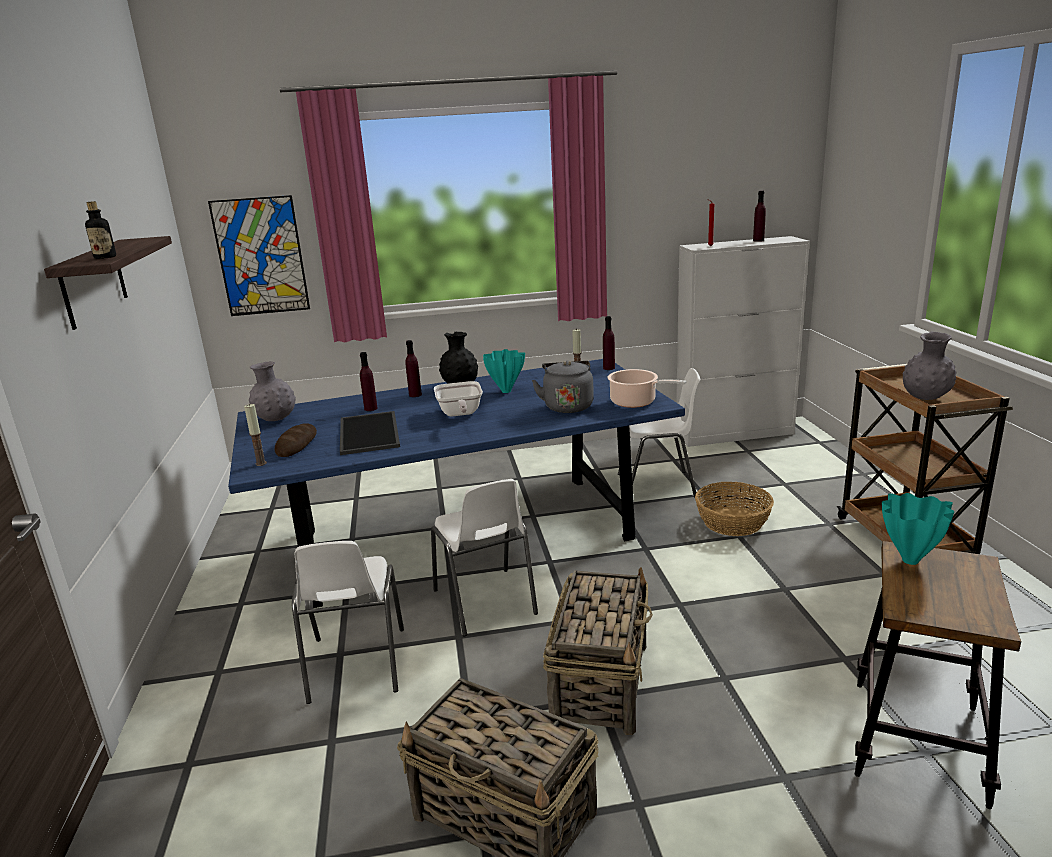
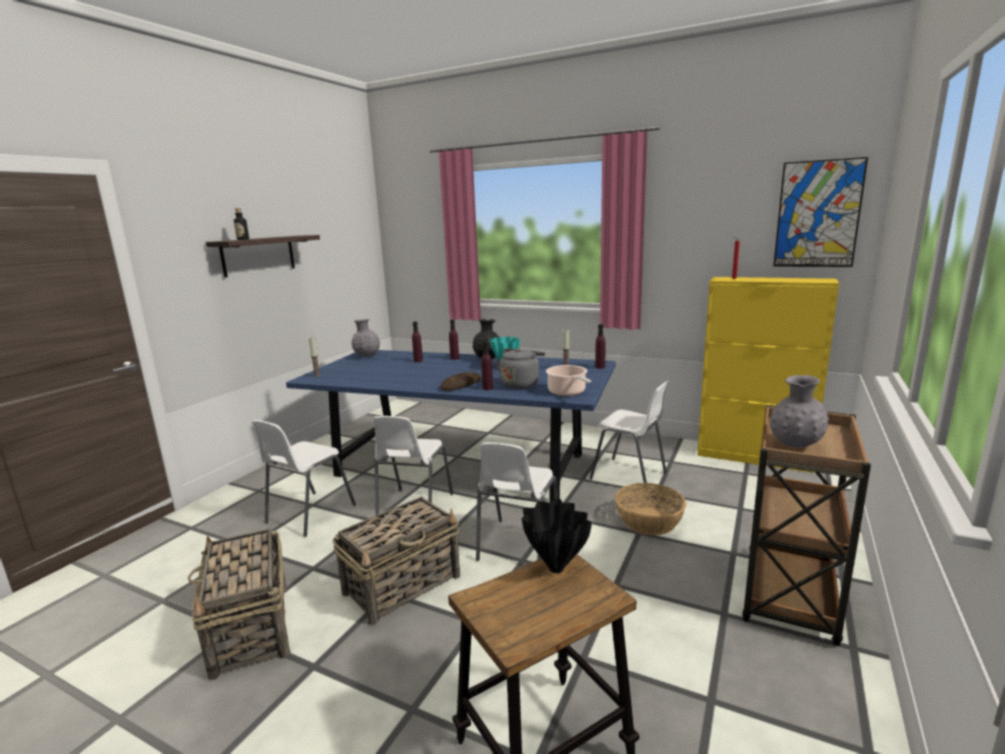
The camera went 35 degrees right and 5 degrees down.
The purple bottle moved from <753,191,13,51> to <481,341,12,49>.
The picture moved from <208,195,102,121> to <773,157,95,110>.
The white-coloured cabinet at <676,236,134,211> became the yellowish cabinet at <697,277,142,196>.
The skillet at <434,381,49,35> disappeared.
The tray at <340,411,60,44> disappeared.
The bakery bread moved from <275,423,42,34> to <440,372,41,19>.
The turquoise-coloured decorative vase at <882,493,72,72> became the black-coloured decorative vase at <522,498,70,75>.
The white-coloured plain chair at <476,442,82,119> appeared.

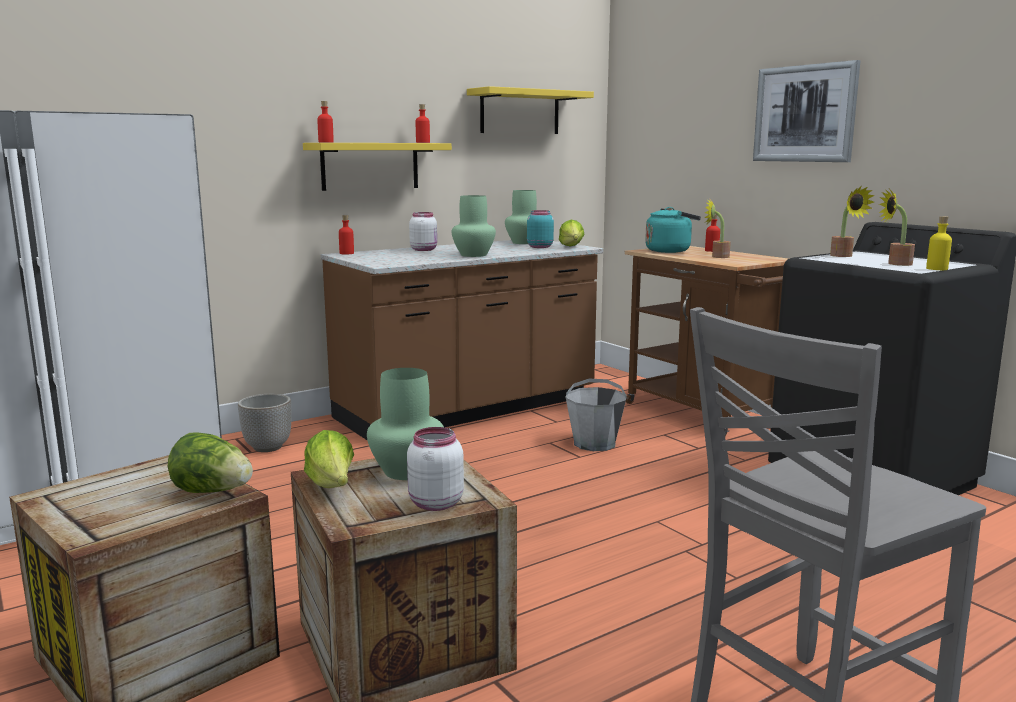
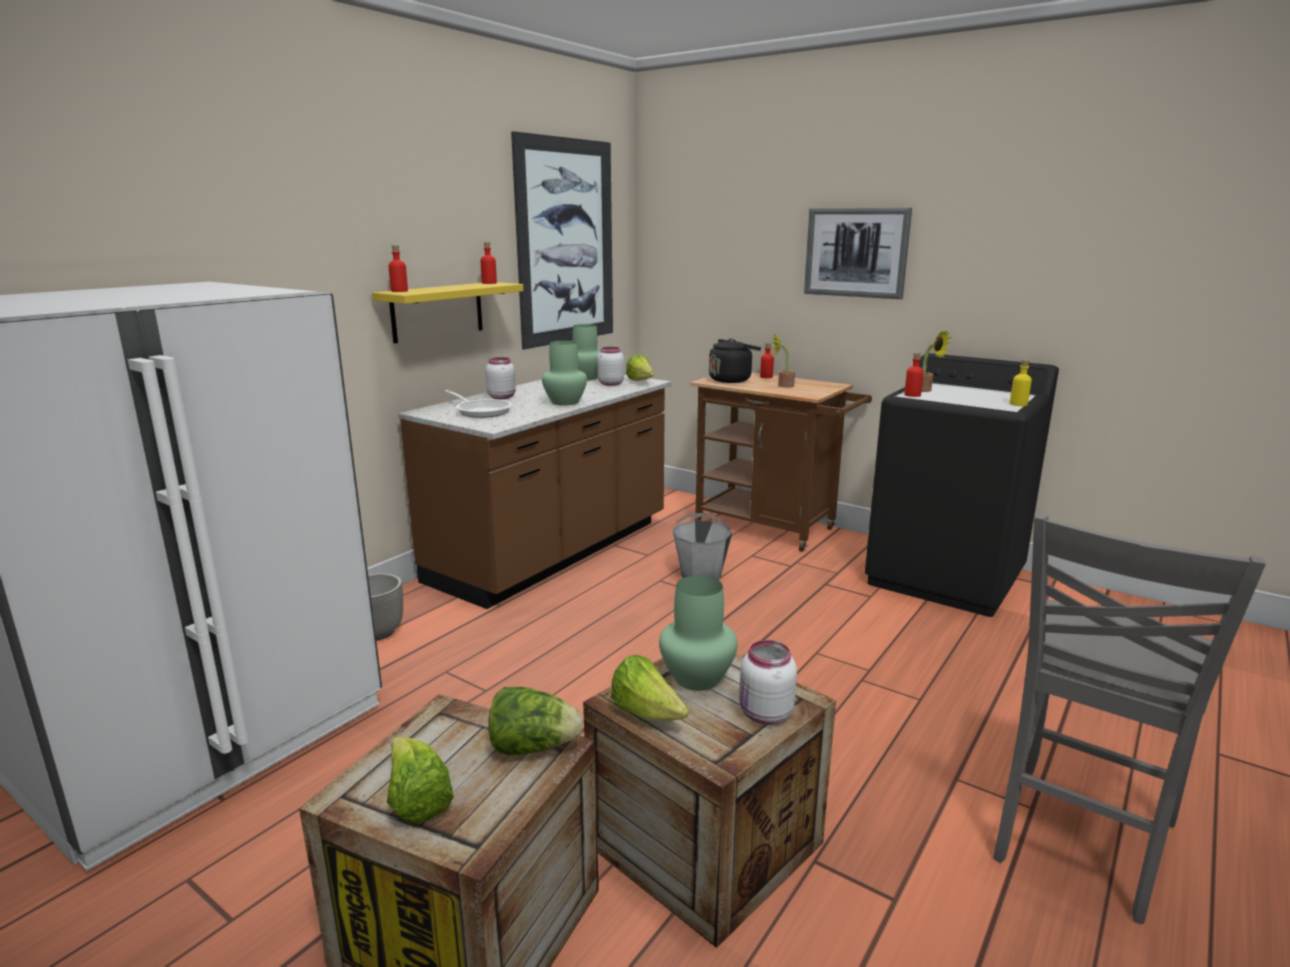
The camera went 20 degrees left and 5 degrees up.
The yellowish wall shelf at <467,86,127,48> was replaced by the picture at <511,131,102,219>.
The plant in a pot at <879,189,36,77> disappeared.
The turquoise-coloured water kettle at <645,207,56,46> became the black-coloured water kettle at <709,339,52,44>.
The turquoise-coloured jar at <527,210,27,38> became the white-coloured jar at <597,347,27,39>.
The reddish bottle moved from <339,215,15,39> to <904,352,20,45>.
The skillet at <444,390,68,28> appeared.
The head of lettuce at <387,737,67,87> appeared.

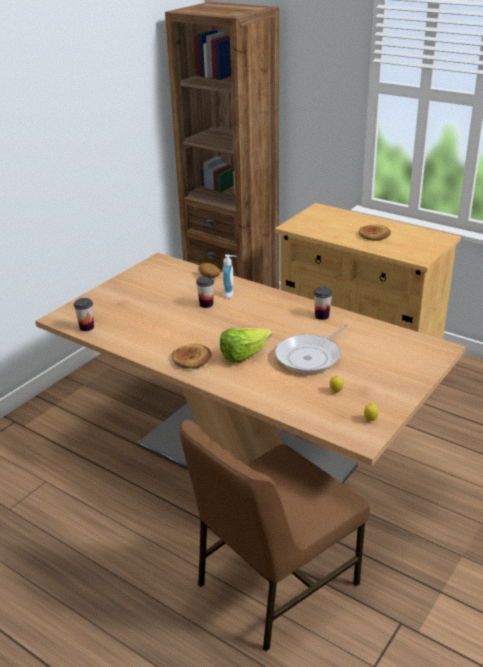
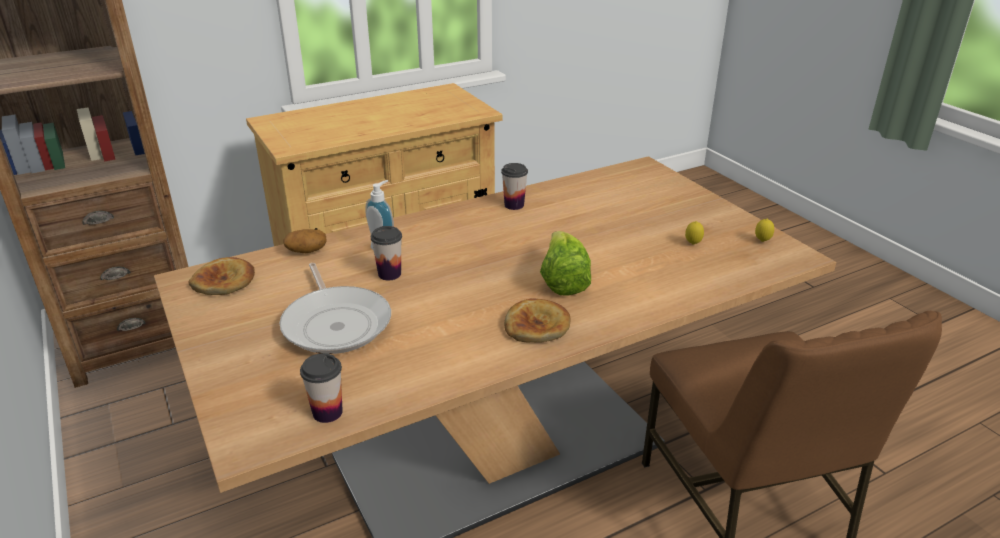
The camera went 65 degrees left and 0 degrees up.
The bakery bread moved from <359,224,32,17> to <189,257,66,38>.
The skillet moved from <275,324,73,49> to <280,263,111,91>.

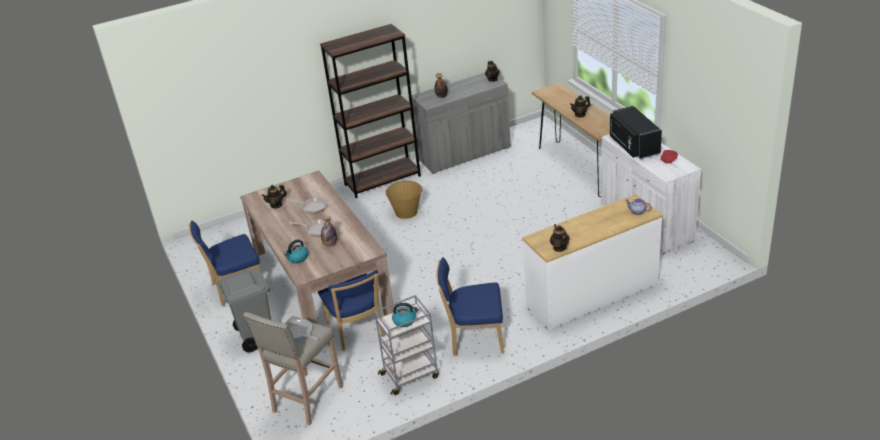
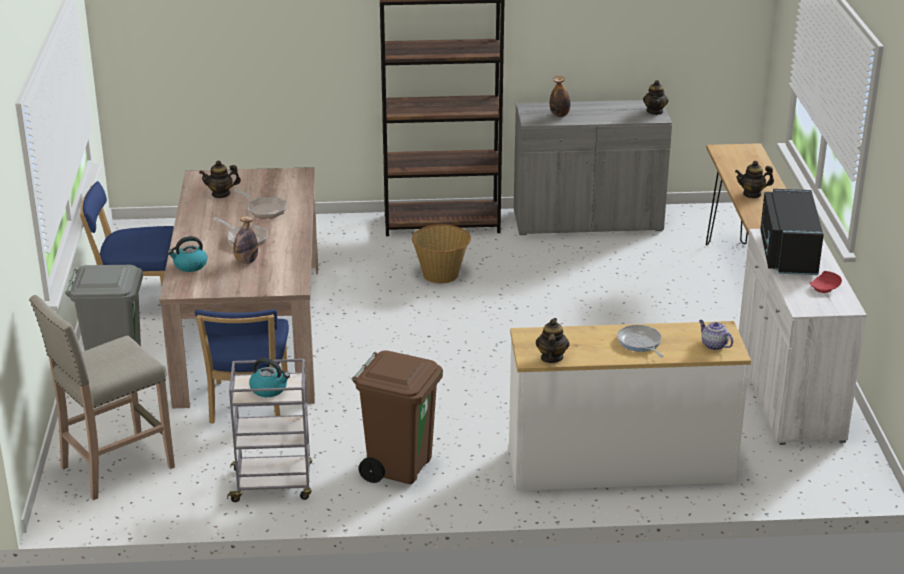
The camera went 20 degrees right and 5 degrees down.
The bluish plain chair at <436,257,68,99> was replaced by the brownish trash can at <352,350,91,134>.
The skillet moved from <287,319,30,21> to <617,325,47,32>.

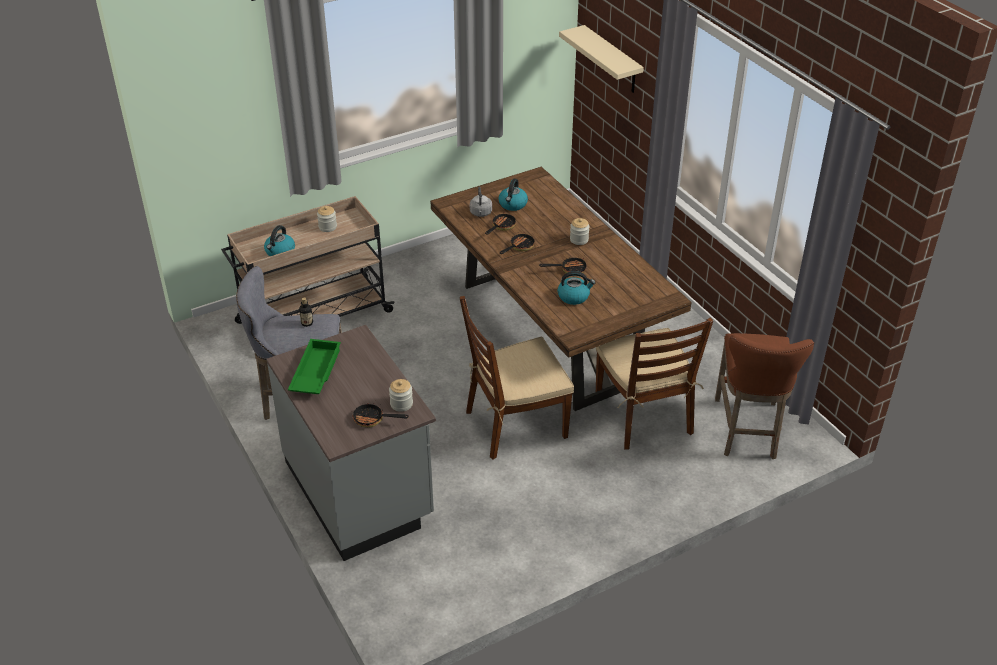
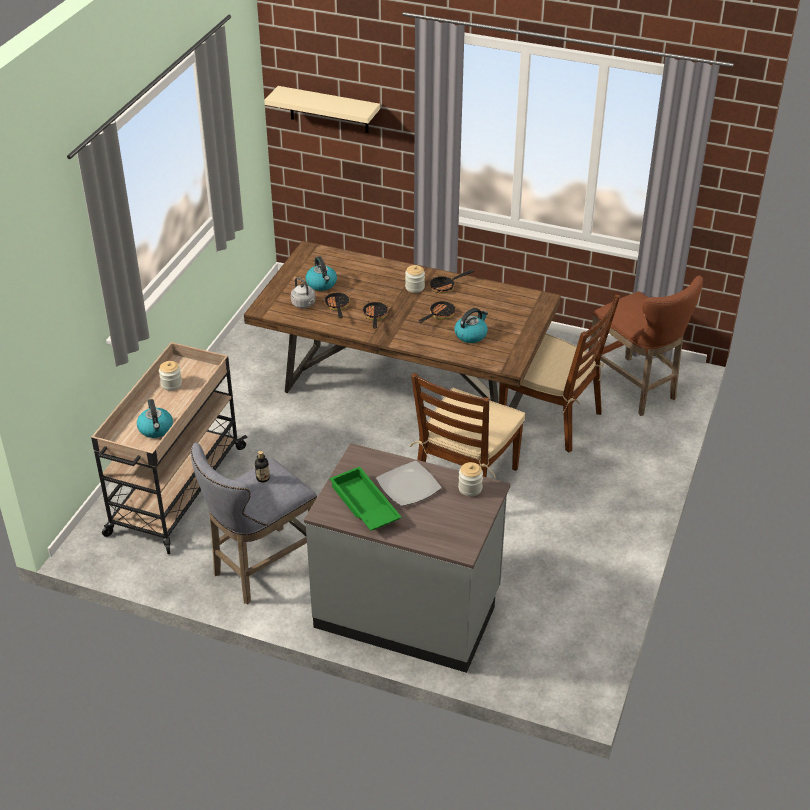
The camera went 40 degrees left and 0 degrees up.
The skillet moved from <352,403,57,24> to <430,270,44,24>.
The flat dish at <376,461,66,45> appeared.

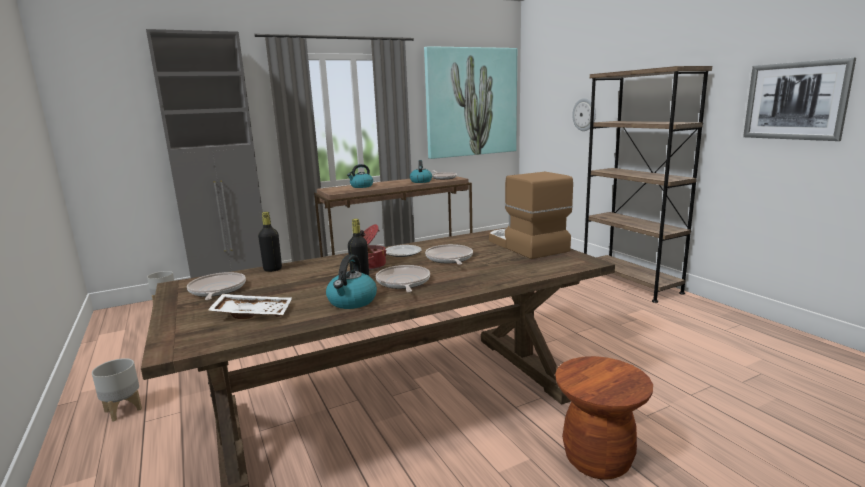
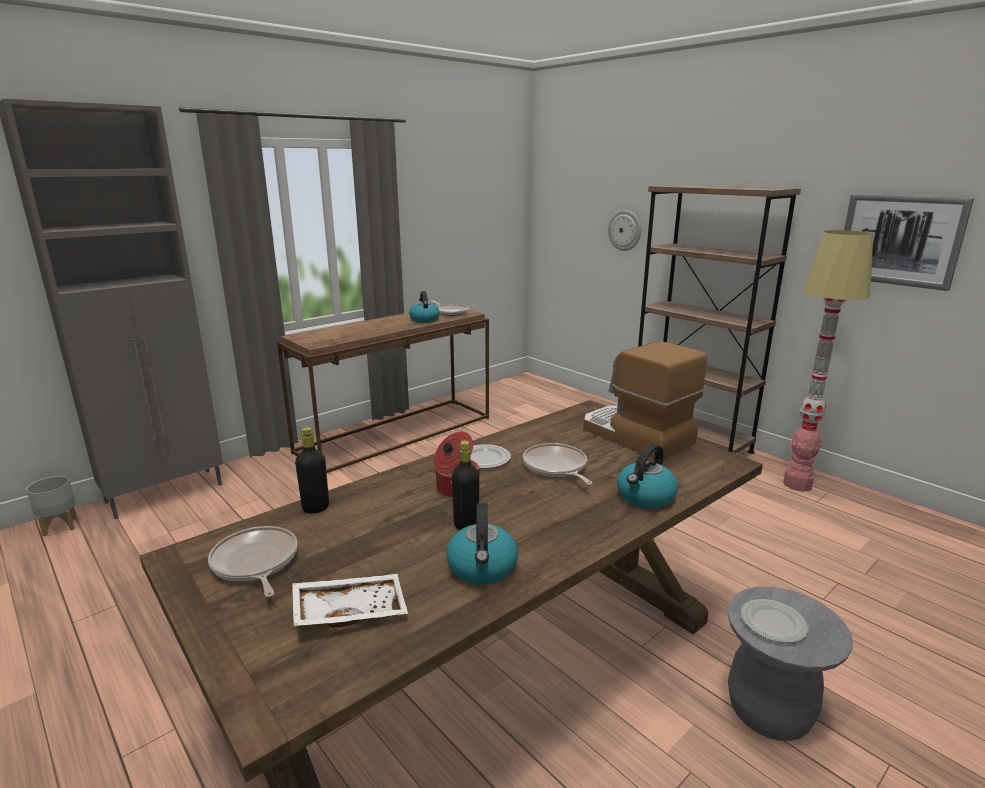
The camera went 15 degrees left and 5 degrees up.
The picture at <424,46,93,113> disappeared.
The water kettle moved from <347,164,26,24> to <617,443,61,66>.
The skillet at <376,265,54,27> disappeared.
The brownish stool seat at <555,356,98,124> became the grey stool seat at <727,587,126,154>.
The grey planter at <92,358,50,63> disappeared.
The standard lamp at <783,230,90,262> appeared.
The flat dish at <741,599,68,44> appeared.

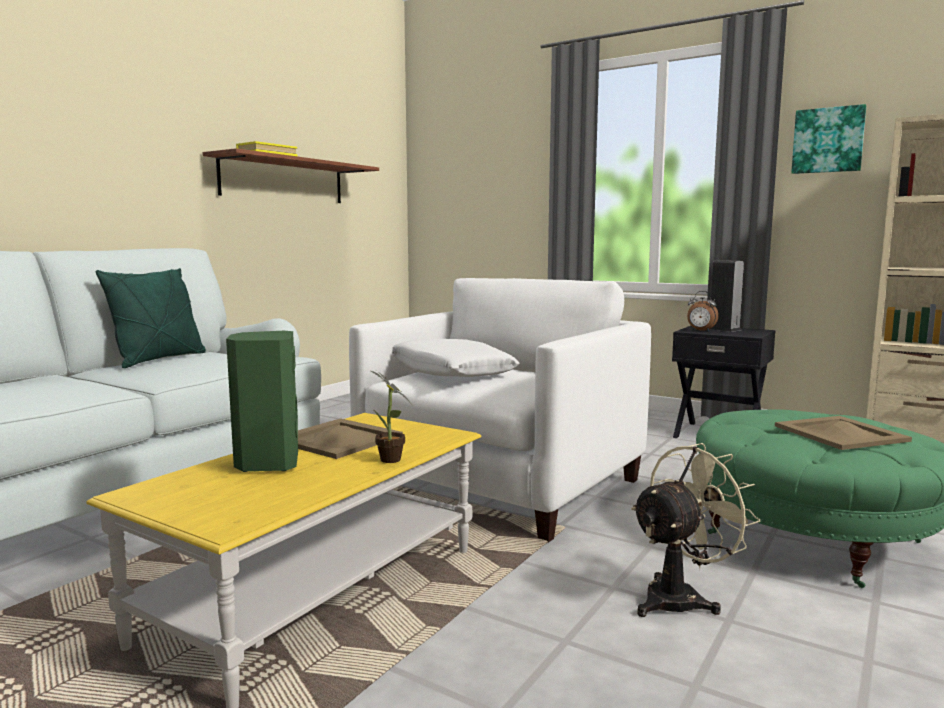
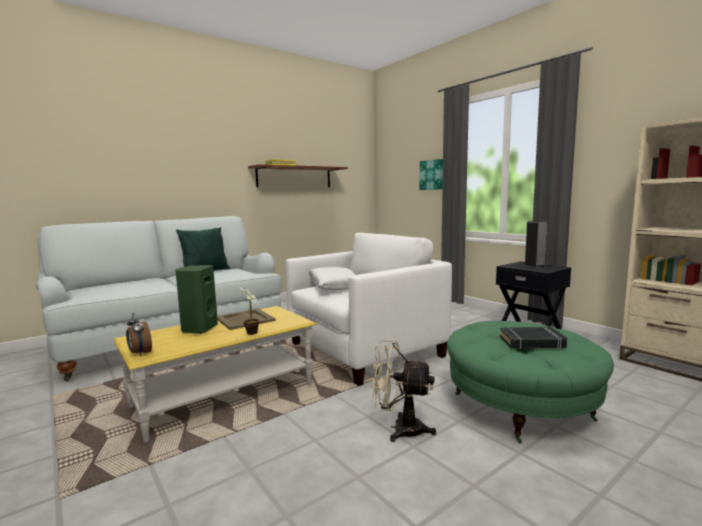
The camera went 20 degrees right and 0 degrees up.
The picture moved from <791,104,75,70> to <420,159,23,31>.
The bedside clock moved from <687,291,32,41> to <126,313,26,43>.
The beige tray at <775,416,137,34> was replaced by the black-coloured bound book at <500,327,67,22>.
The beige electric fan at <631,443,129,174> turned 150 degrees counterclockwise.

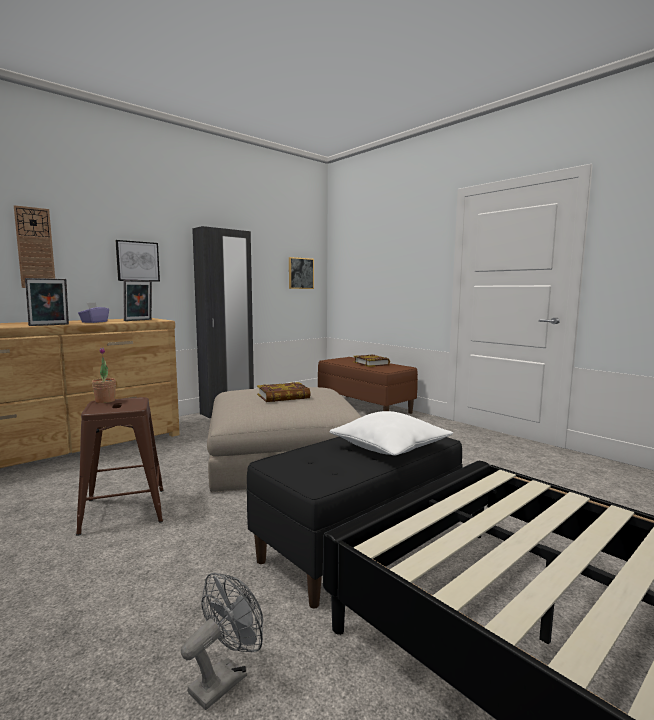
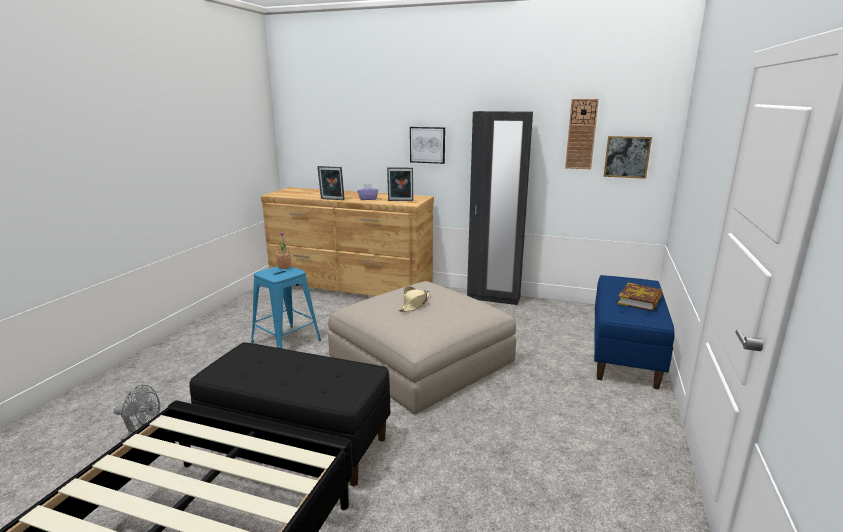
The camera went 60 degrees right and 10 degrees up.
The clock on the wall moved from <14,205,41,83> to <565,99,34,70>.
The brownish bench at <318,357,100,57> became the bluish bench at <594,275,81,114>.
The bound book at <257,382,54,20> was replaced by the beige clothing hat at <399,286,31,26>.
The brownish stool seat at <76,397,88,139> became the bluish stool seat at <251,266,70,82>.
The white-coloured throw pillow at <330,411,123,44> disappeared.

